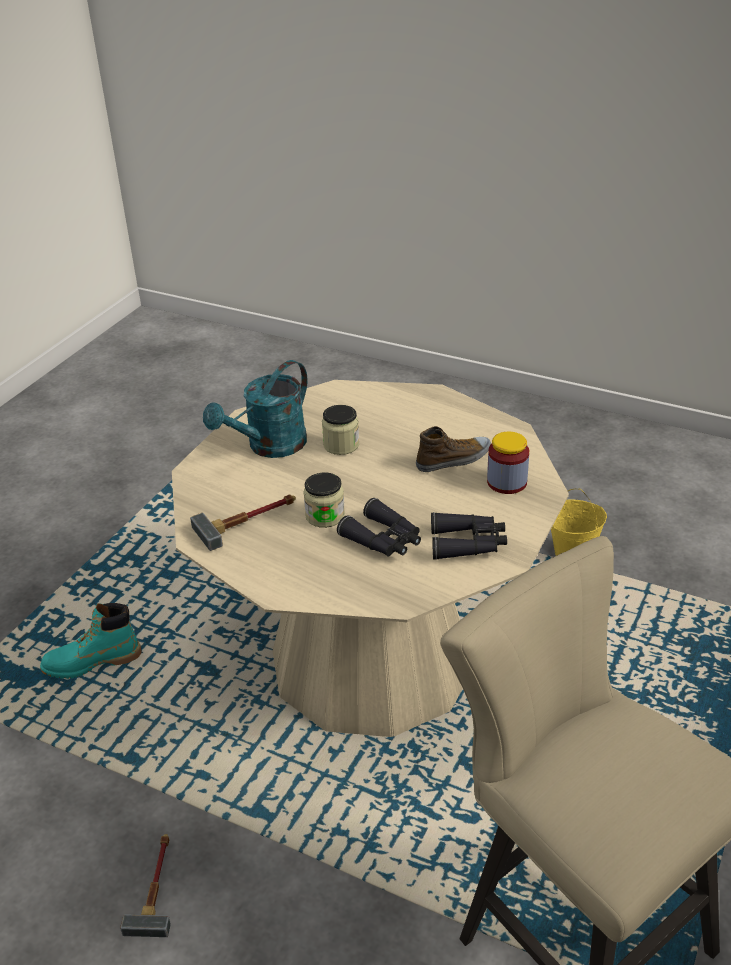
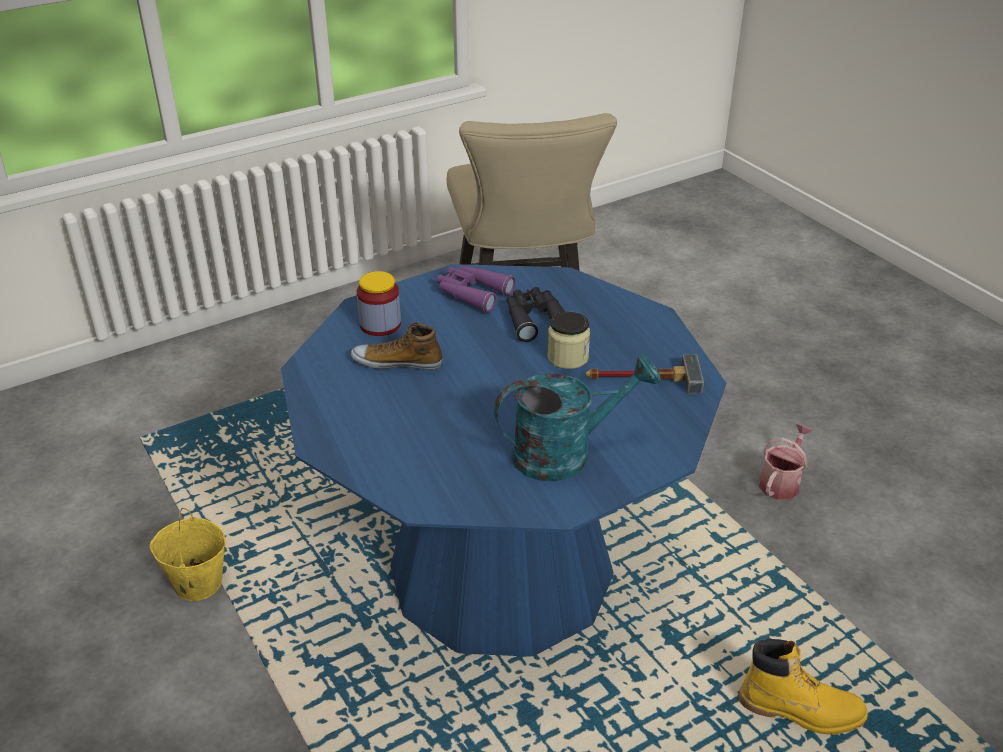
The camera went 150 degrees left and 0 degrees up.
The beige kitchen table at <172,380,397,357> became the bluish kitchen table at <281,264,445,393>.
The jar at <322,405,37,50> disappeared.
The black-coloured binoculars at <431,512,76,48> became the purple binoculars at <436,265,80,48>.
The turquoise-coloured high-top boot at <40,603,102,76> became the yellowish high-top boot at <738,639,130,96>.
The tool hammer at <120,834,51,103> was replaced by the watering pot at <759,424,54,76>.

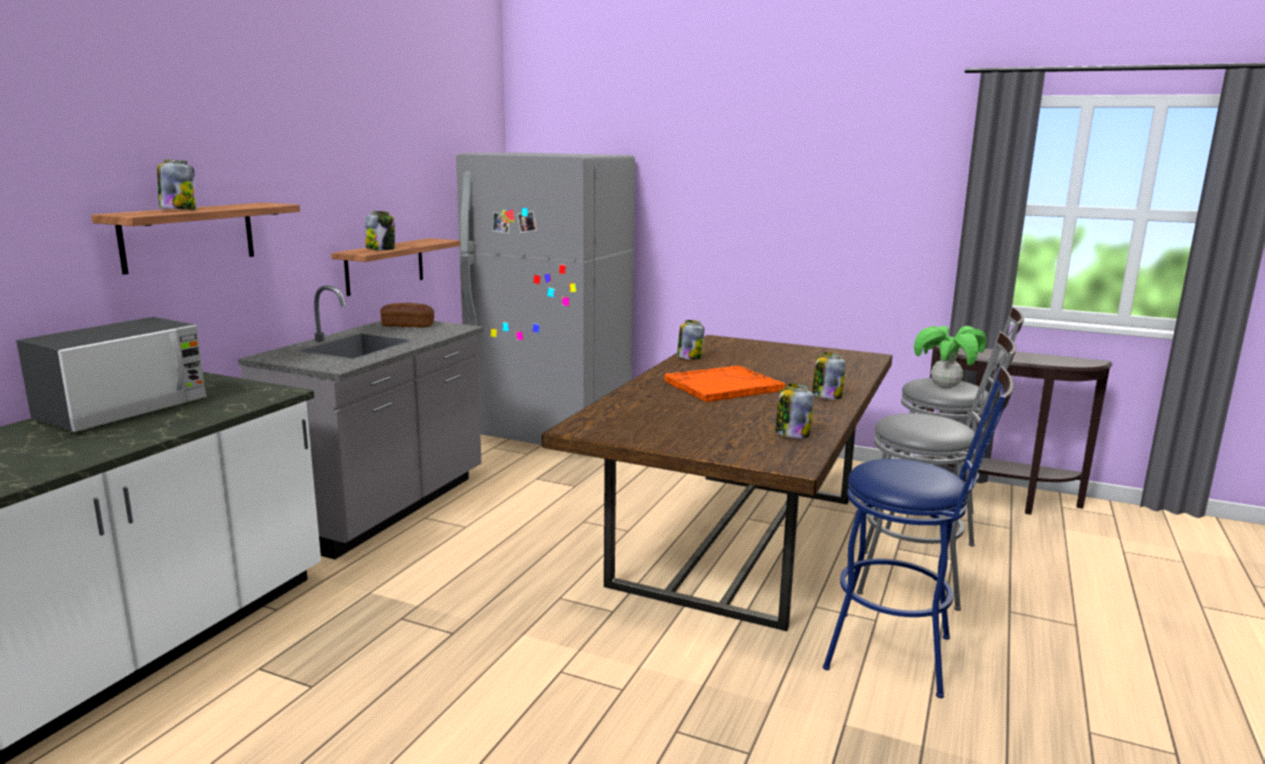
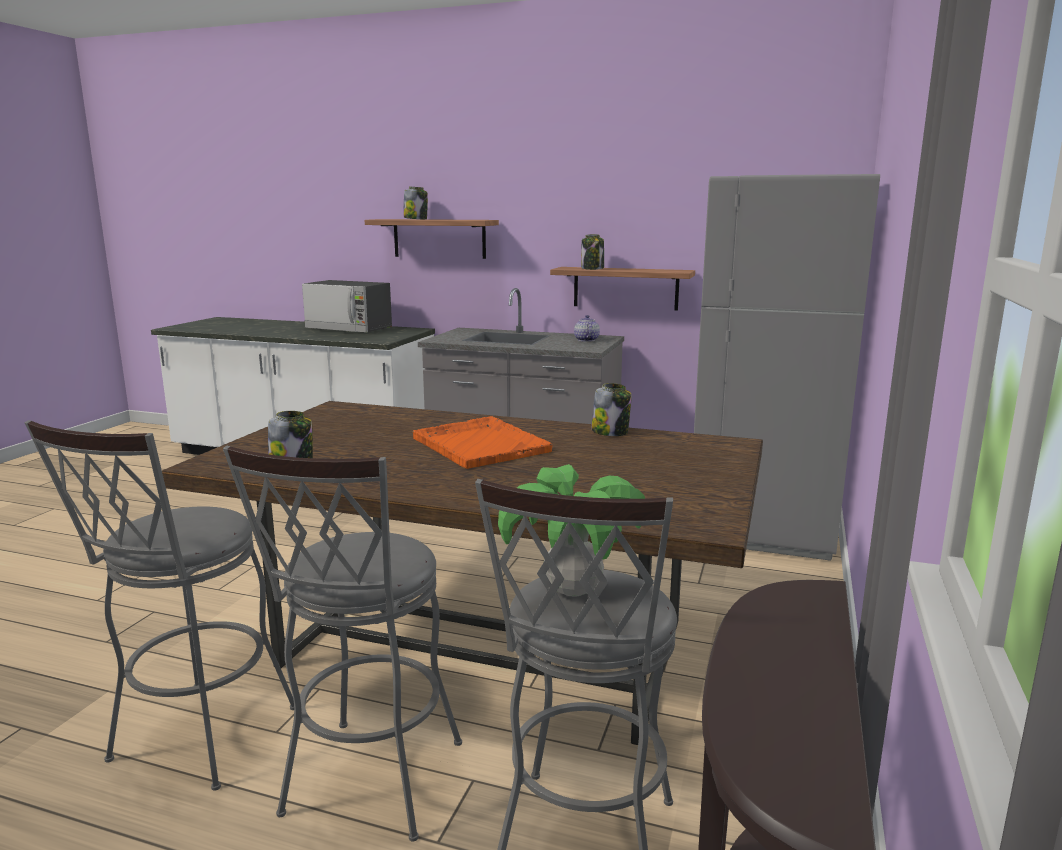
The camera went 85 degrees right and 0 degrees up.
The bakery bread at <380,303,54,25> was replaced by the teapot at <574,315,26,27>.
The jar at <812,352,34,47> disappeared.
The bluish stool seat at <823,367,191,331> became the grey stool seat at <25,420,269,371>.

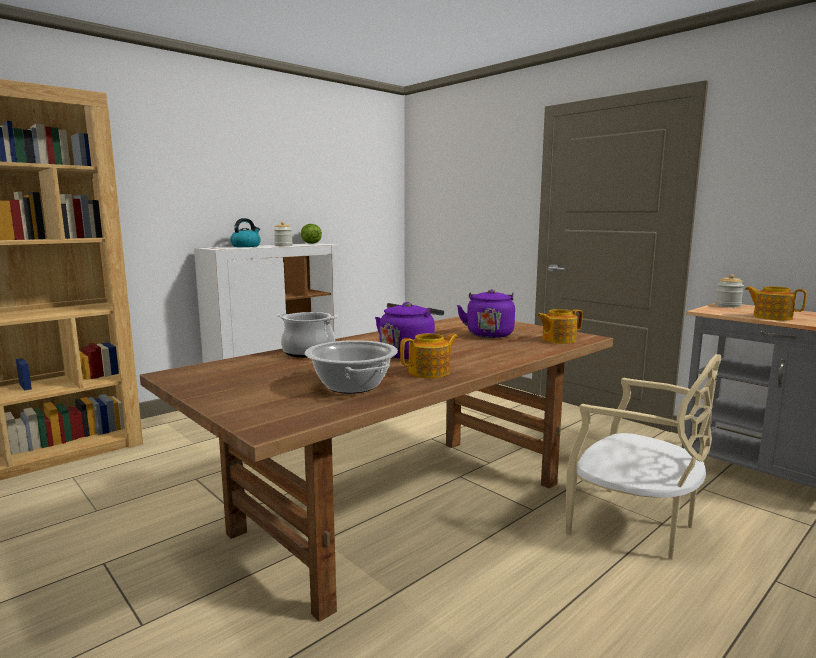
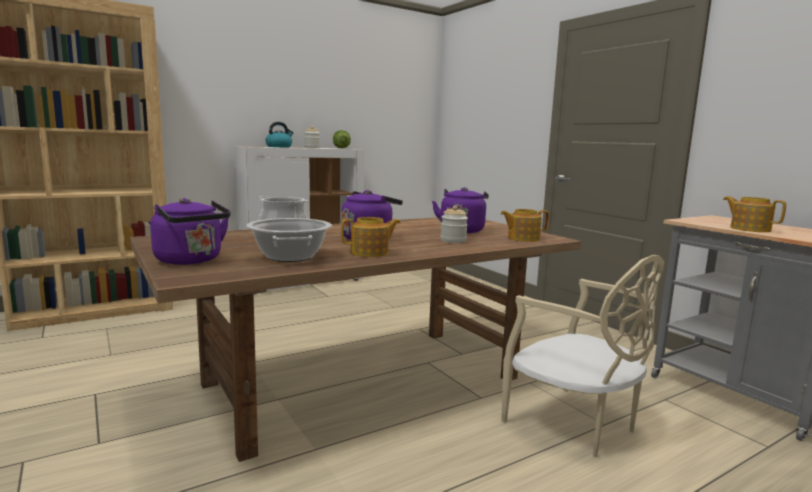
The camera went 10 degrees right and 0 degrees up.
The jar moved from <715,274,29,33> to <441,206,27,37>.
The purple water kettle at <150,198,81,67> appeared.

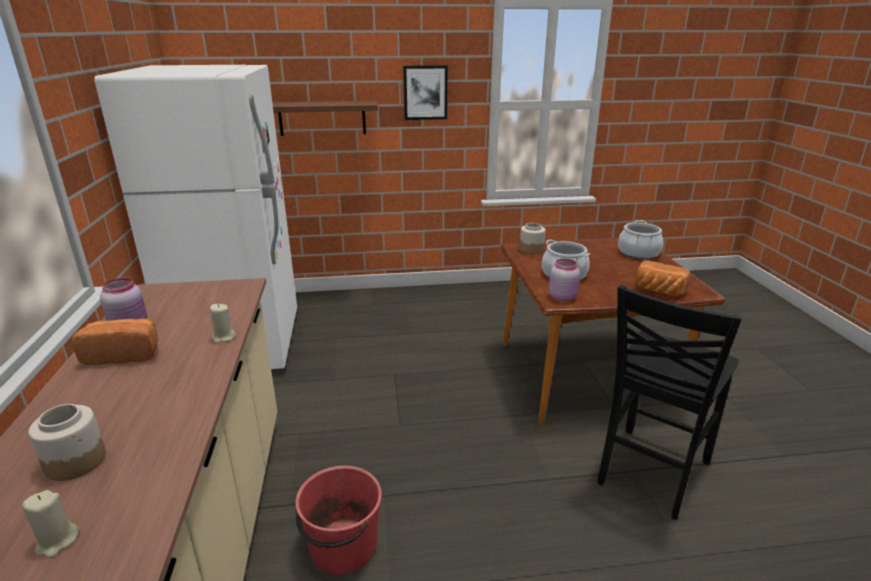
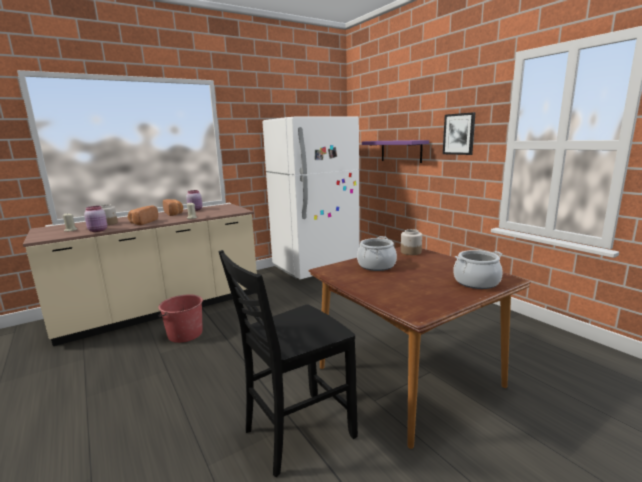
The camera went 65 degrees right and 10 degrees down.
The brownish wall shelf at <272,101,106,35> became the purple wall shelf at <362,140,67,23>.
The pinkish jar moved from <549,259,31,42> to <84,206,23,26>.
The bakery bread moved from <635,260,56,36> to <128,206,30,19>.
The black-coloured plain chair at <597,285,145,235> turned 45 degrees counterclockwise.

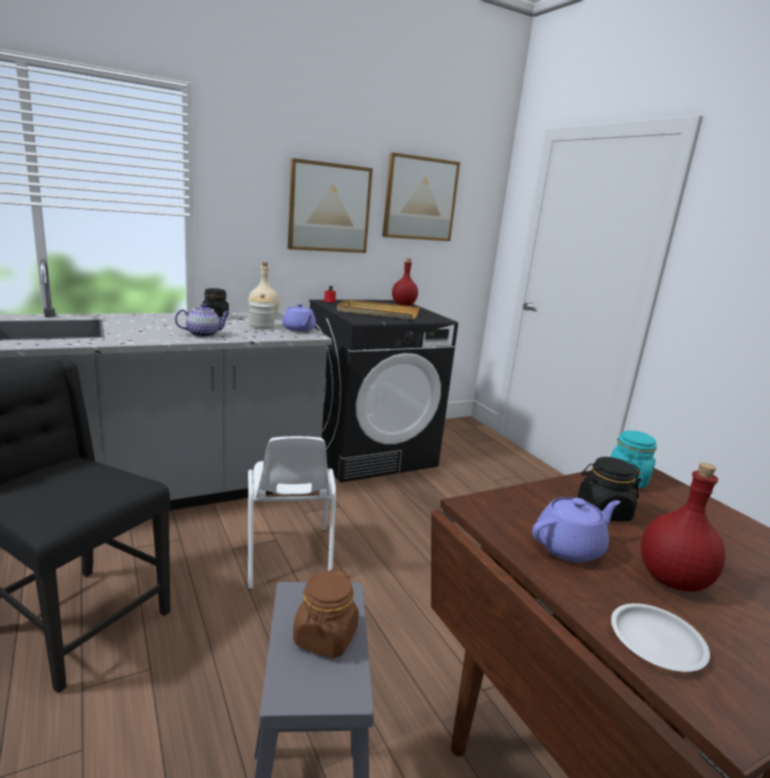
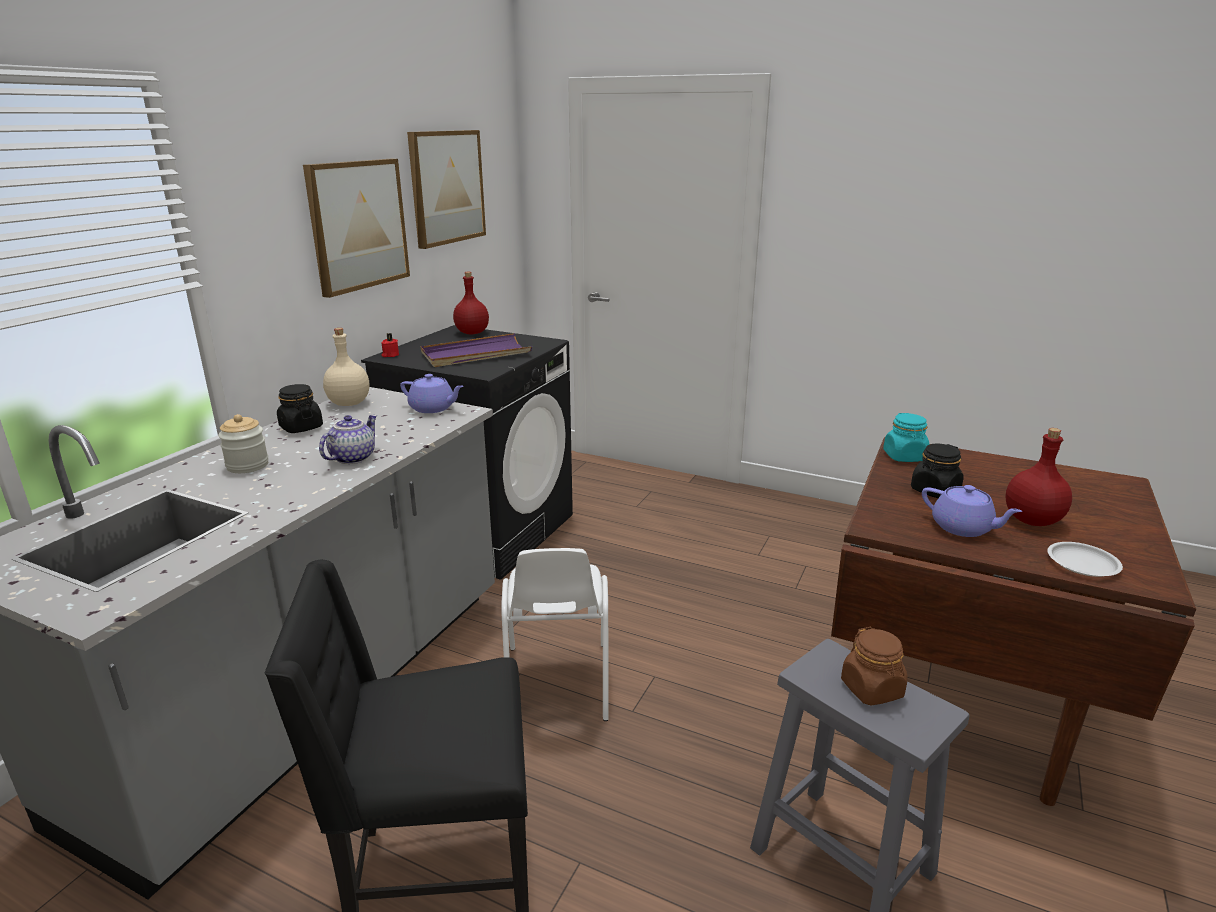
The camera went 35 degrees left and 5 degrees up.
The jar moved from <249,293,26,36> to <218,414,51,59>.
The beige tray at <337,299,82,21> became the purple tray at <421,333,111,34>.
The white-coloured plain chair at <248,436,88,154> turned 45 degrees clockwise.
The purple teapot at <532,497,88,65> turned 105 degrees clockwise.

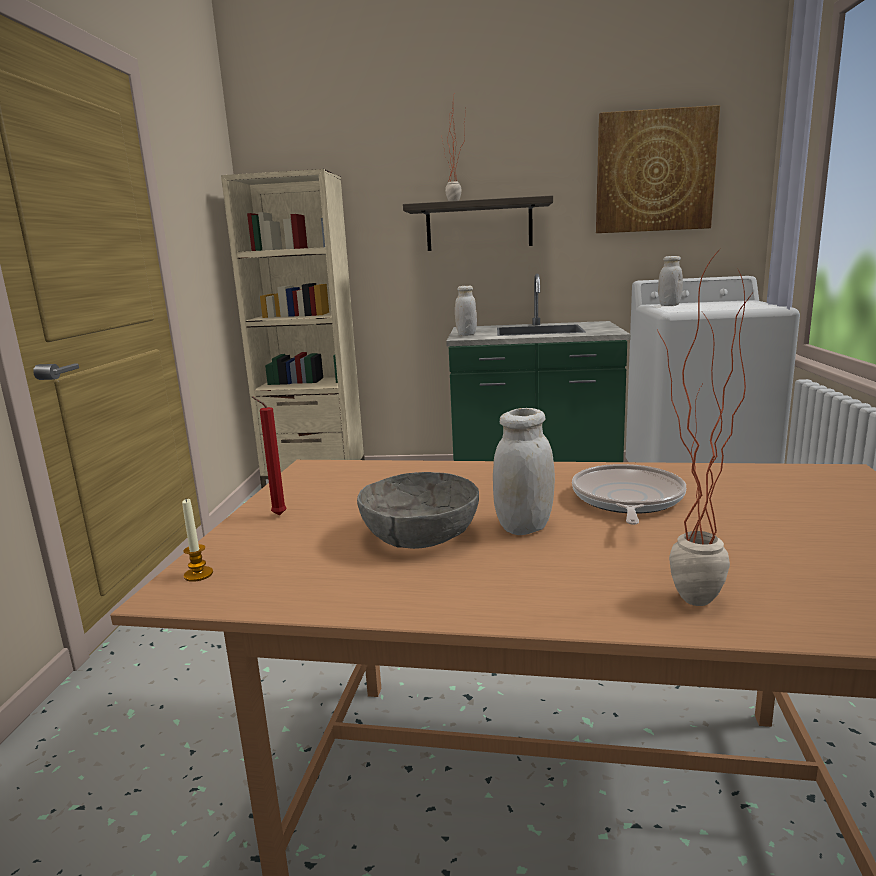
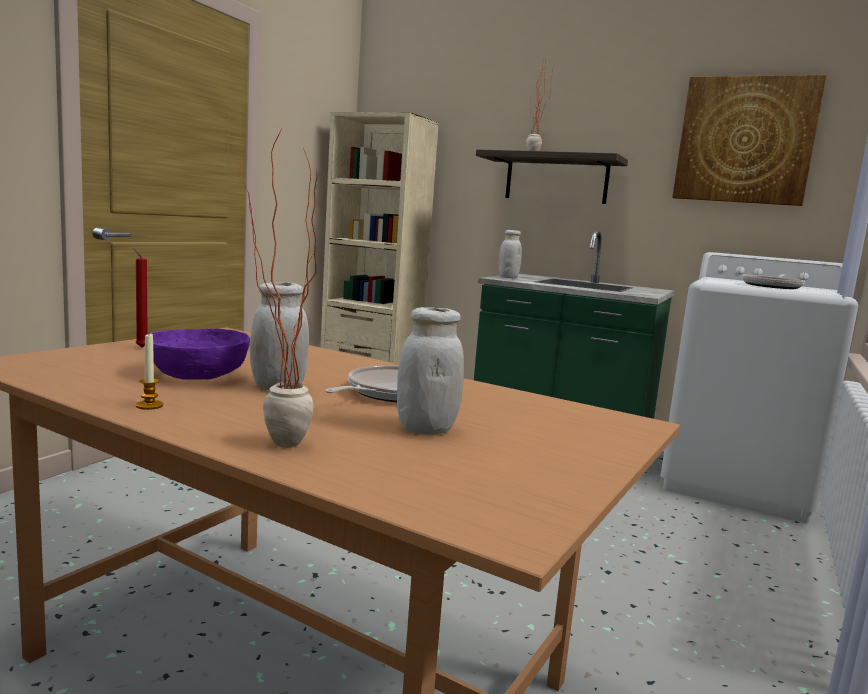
The camera went 20 degrees right and 5 degrees down.
The white-coloured jar moved from <658,256,25,50> to <397,307,67,128>.
The grey serving bowl at <357,472,122,77> became the purple serving bowl at <150,329,100,51>.
The wax candle moved from <182,499,31,83> to <136,334,27,76>.
The skillet at <742,274,63,15> appeared.

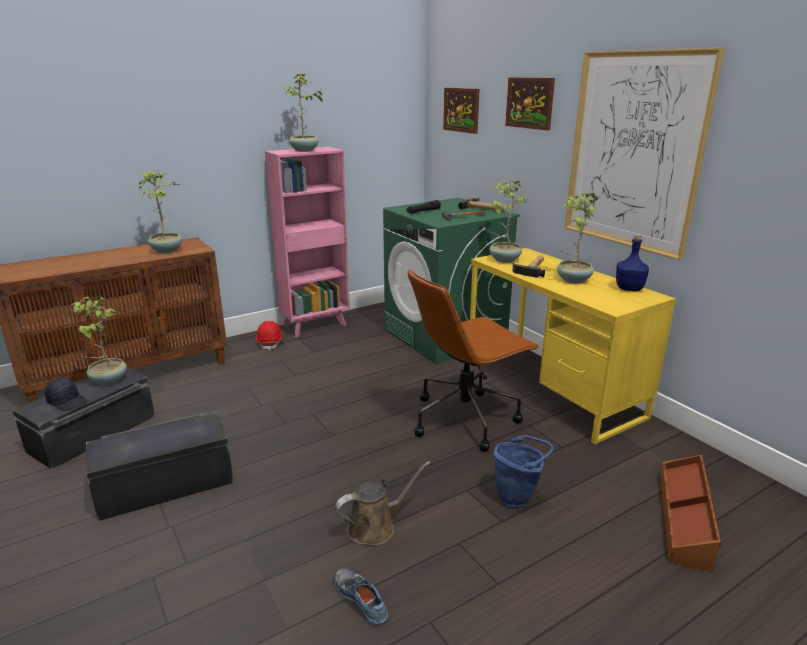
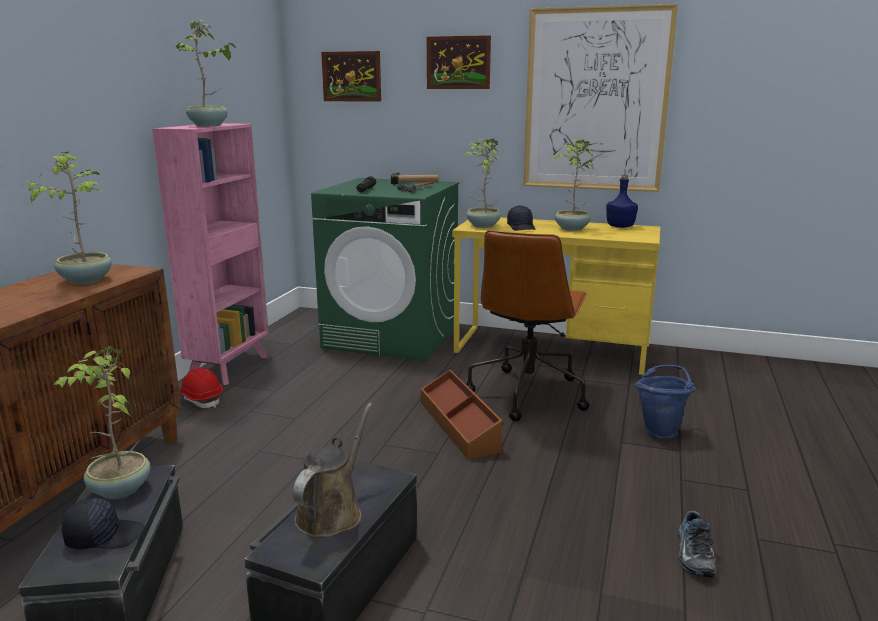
The camera went 40 degrees left and 5 degrees down.
The tool hammer at <512,255,33,23> was replaced by the black-coloured peaked cap at <507,205,29,26>.
The brownish storage bin moved from <660,455,61,117> to <421,369,82,90>.
The brownish watering pot moved from <335,461,96,84> to <293,403,80,135>.
The shoe at <333,568,55,57> turned 90 degrees counterclockwise.

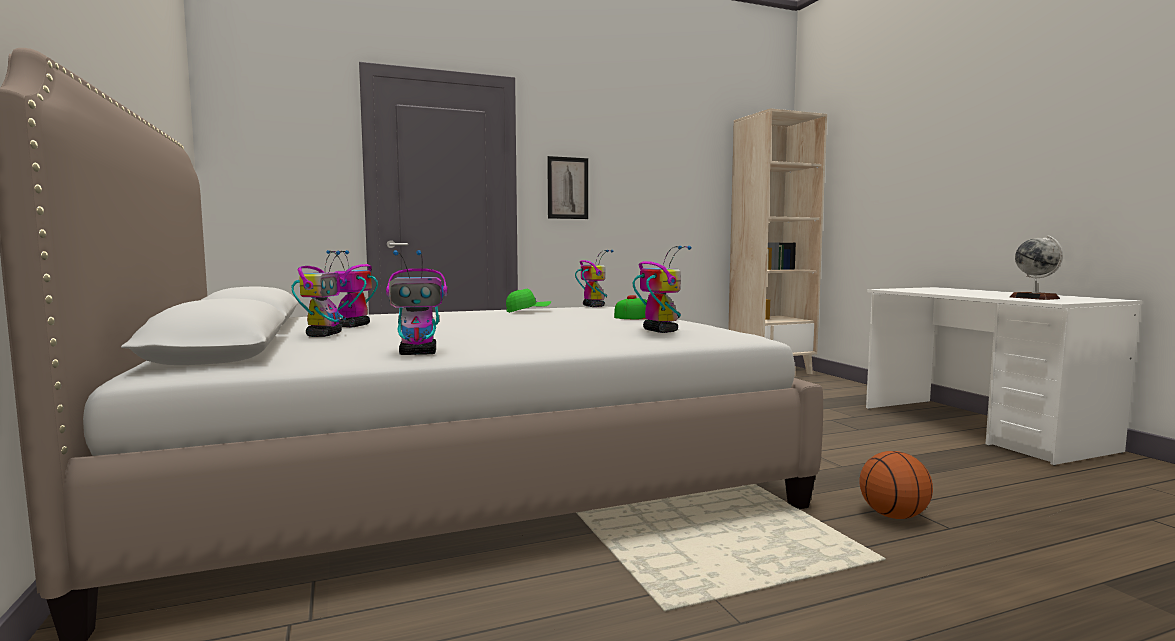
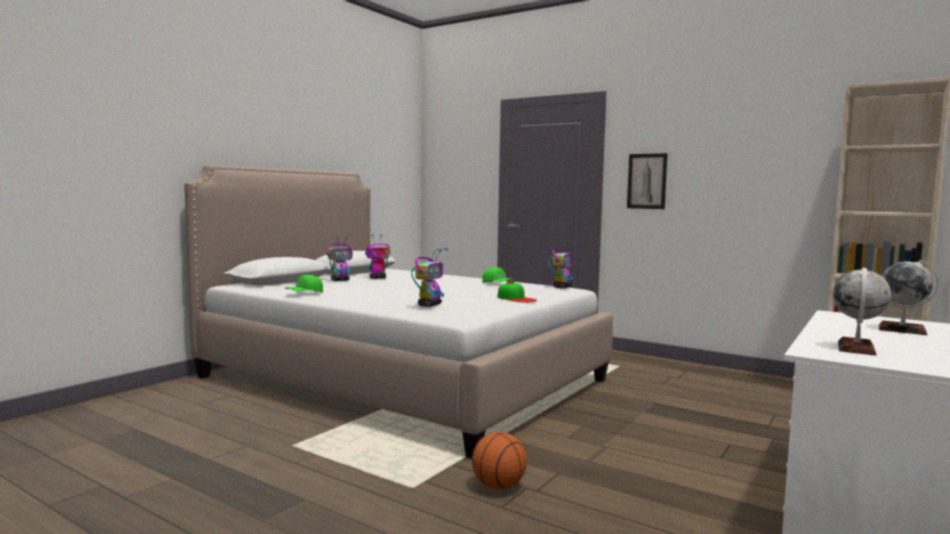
The camera went 55 degrees right and 0 degrees up.
The robot figure at <386,250,62,105> was replaced by the greenish peaked cap at <286,275,37,18>.
The globe at <879,260,59,75> appeared.

